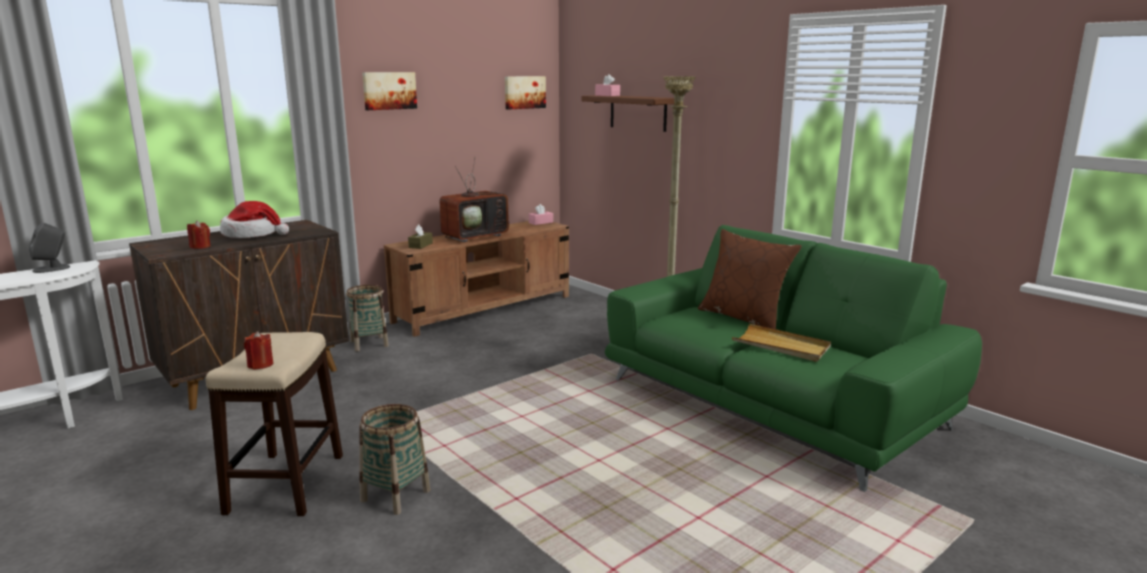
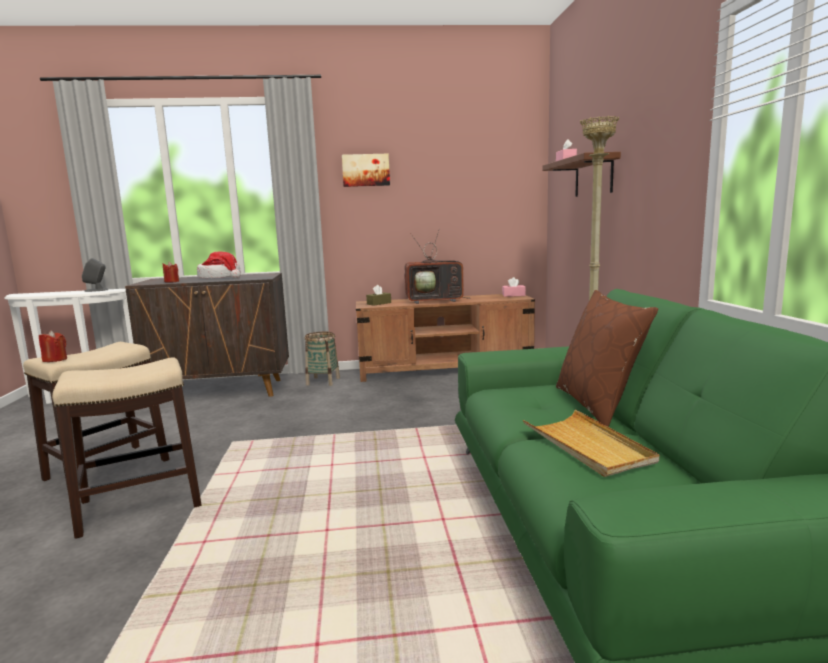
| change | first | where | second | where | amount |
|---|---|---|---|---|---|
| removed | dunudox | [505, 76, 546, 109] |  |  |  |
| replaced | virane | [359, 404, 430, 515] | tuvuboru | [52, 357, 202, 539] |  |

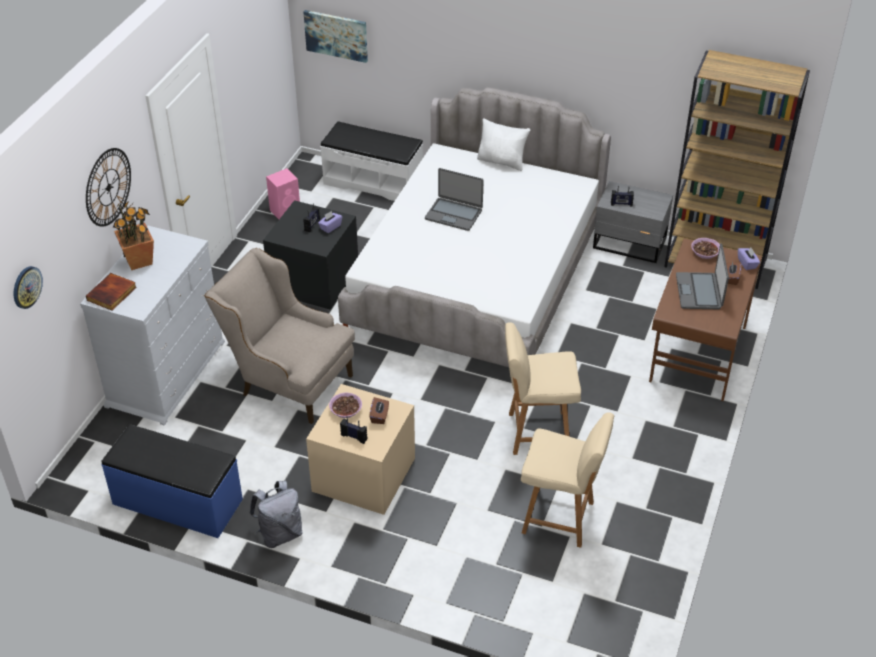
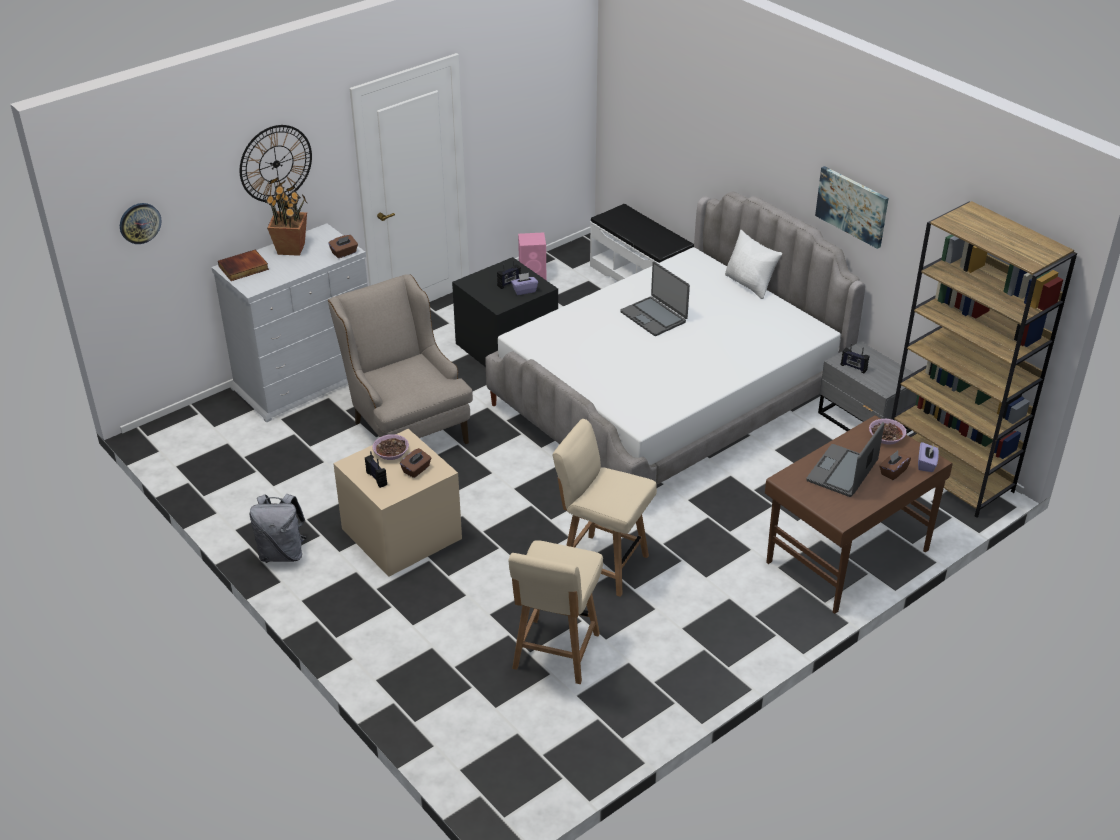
| change | first | where | second | where | amount |
|---|---|---|---|---|---|
| removed | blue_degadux | [101, 424, 243, 538] |  |  |  |
| added |  |  | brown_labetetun | [328, 235, 358, 258] |  |
| moved | dunudox | [303, 10, 368, 63] |  | [815, 166, 889, 249] |  |
| turned | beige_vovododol | [521, 412, 614, 548] |  | [508, 540, 603, 684] | 60 degrees clockwise |

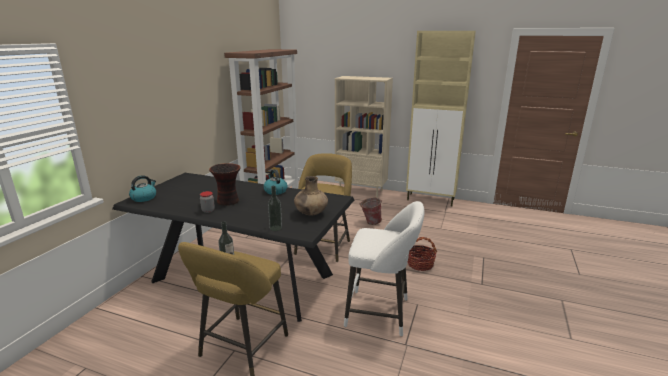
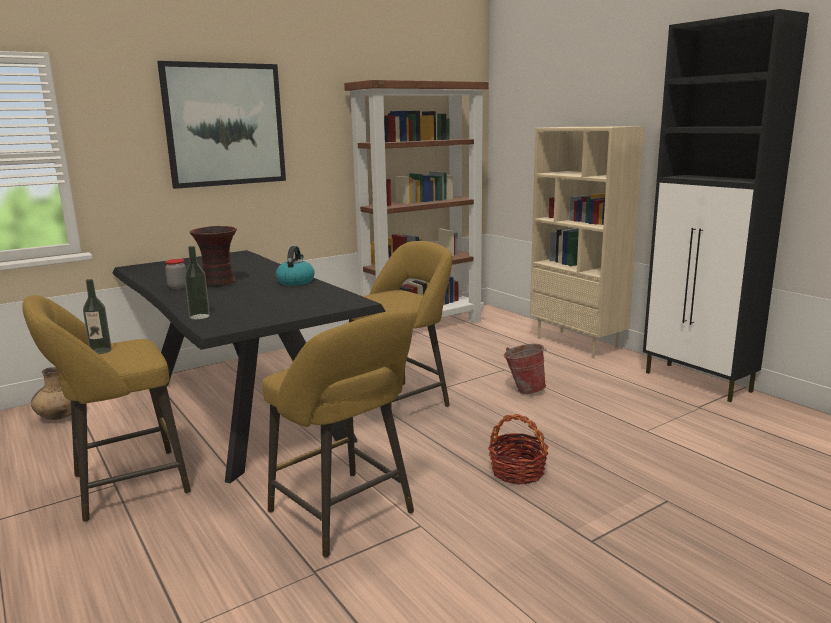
| change | first | where | second | where | amount |
|---|---|---|---|---|---|
| removed | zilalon | [129, 175, 156, 202] |  |  |  |
| added |  |  | dunudox | [157, 61, 286, 189] |  |
| moved | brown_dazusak | [294, 176, 328, 215] |  | [31, 367, 71, 420] |  |
| recoloured | white_tuvuboru | [344, 201, 424, 336] | yellow_tuvuboru | [262, 311, 414, 558] |  |
| recoloured | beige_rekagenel | [406, 31, 476, 206] | black_rekagenel | [643, 9, 809, 402] |  |

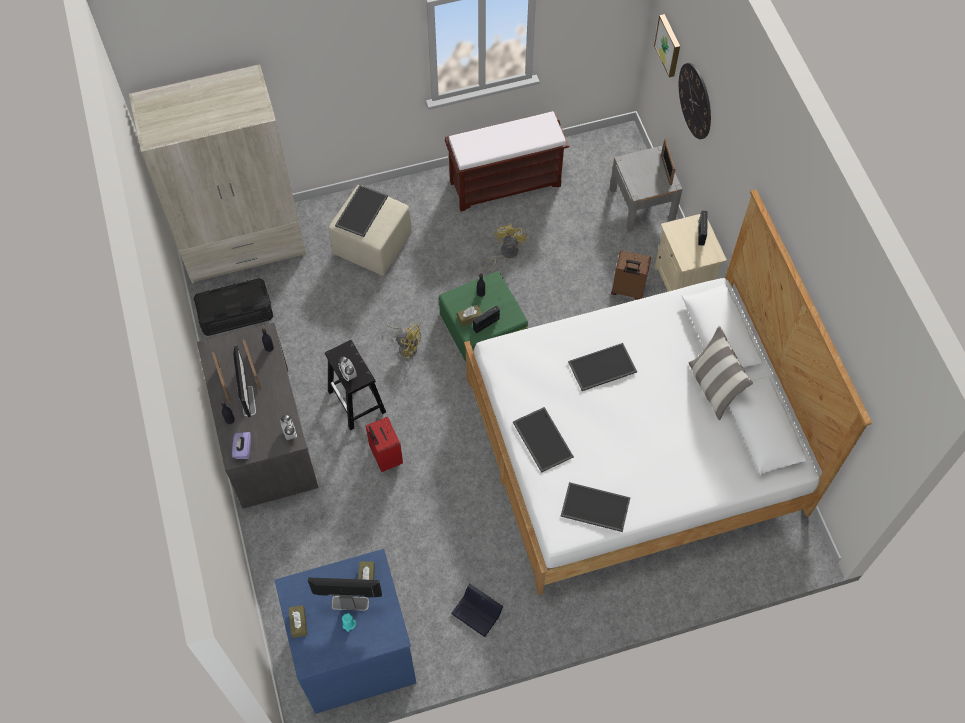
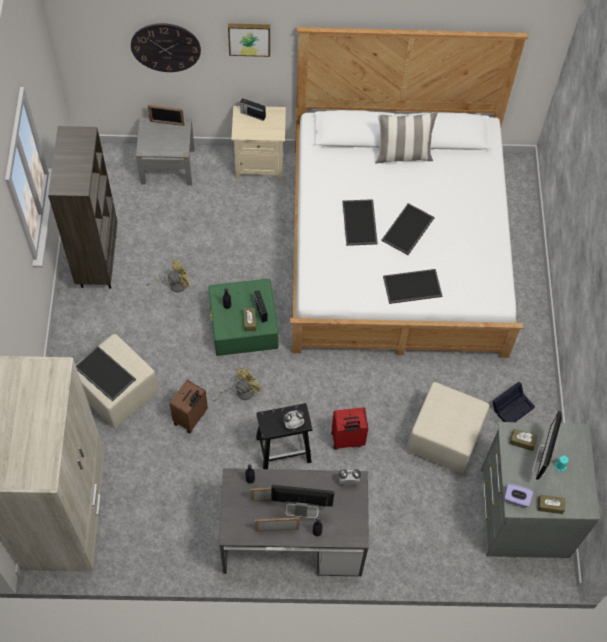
| change | first | where | second | where | amount |
|---|---|---|---|---|---|
| removed | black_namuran | [194, 278, 273, 336] |  |  |  |
| added |  |  | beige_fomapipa | [406, 382, 490, 473] |  |
| moved | purple_labetetun | [232, 432, 251, 459] |  | [504, 484, 533, 507] |  |
| moved | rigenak | [561, 482, 631, 532] |  | [381, 203, 435, 255] |  |
| moved | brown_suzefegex | [611, 251, 651, 300] |  | [170, 380, 208, 433] |  |
| moved | dunudox | [654, 14, 680, 77] |  | [228, 24, 270, 57] |  |
| replaced | brown_degadux | [445, 111, 569, 212] | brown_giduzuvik | [48, 126, 117, 289] |  |
| recoloured | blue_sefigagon | [275, 549, 416, 713] | grey_sefigagon | [481, 422, 600, 558] |  |
| turned | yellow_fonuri | [488, 224, 527, 272] |  | [146, 259, 192, 292] | 120 degrees clockwise |

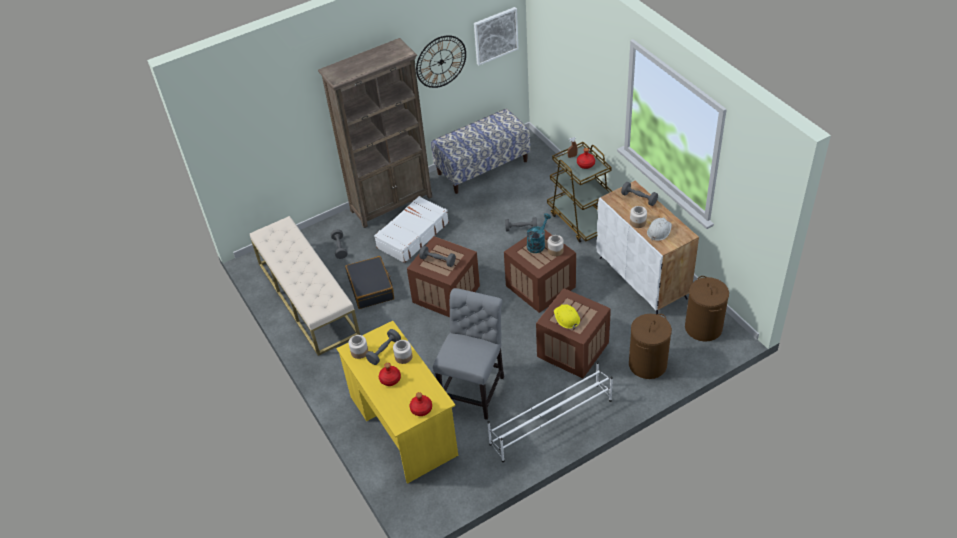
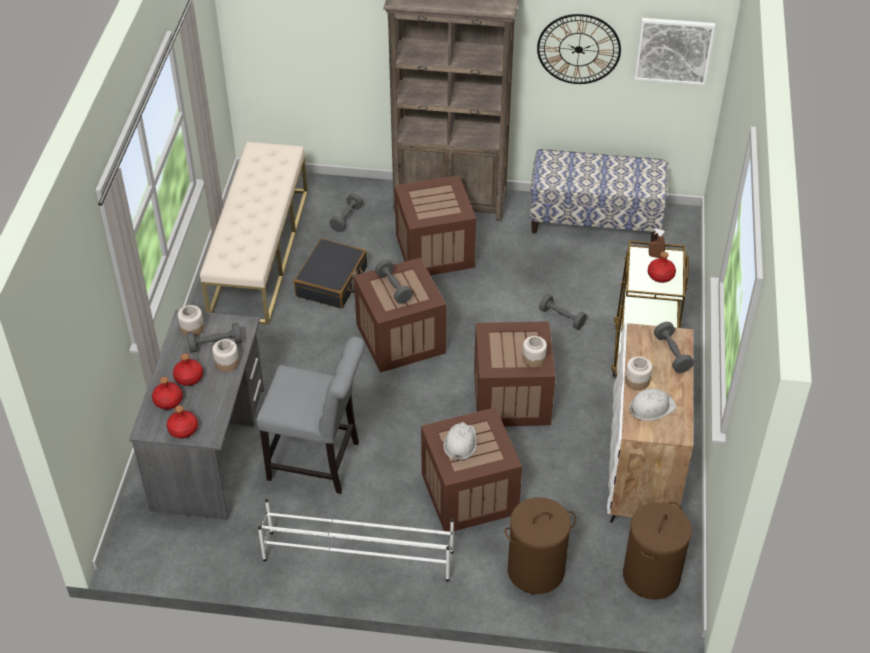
| change | first | where | second | where | amount |
|---|---|---|---|---|---|
| removed | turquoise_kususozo | [527, 213, 551, 253] |  |  |  |
| added |  |  | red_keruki | [152, 377, 183, 410] |  |
| replaced | white_suzefegex | [374, 196, 449, 263] | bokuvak | [395, 176, 476, 275] |  |
| recoloured | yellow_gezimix | [336, 321, 458, 484] | grey_gezimix | [129, 310, 264, 520] |  |
| recoloured | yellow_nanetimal | [554, 304, 580, 329] | white_nanetimal | [444, 422, 477, 461] |  |
| turned | grey_vovododol | [433, 288, 504, 420] |  | [256, 337, 365, 494] | 45 degrees clockwise |

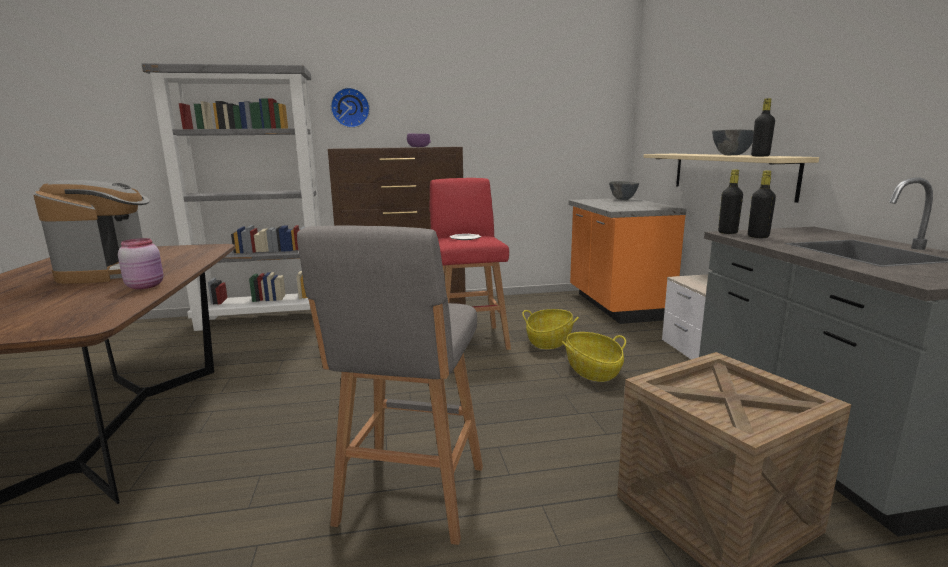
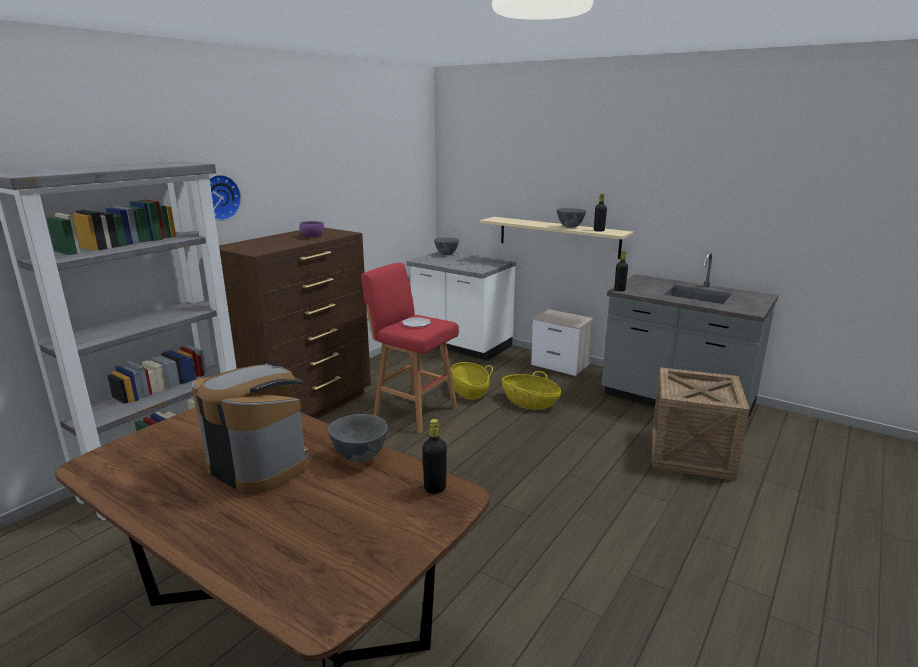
| change | first | where | second | where | amount |
|---|---|---|---|---|---|
| removed | grey_tuvuboru | [297, 226, 483, 545] |  |  |  |
| moved | black_keruki | [748, 171, 776, 238] |  | [422, 419, 447, 494] |  |
| replaced | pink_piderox | [118, 238, 164, 289] | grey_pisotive | [328, 414, 388, 462] |  |
| recoloured | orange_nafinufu | [569, 198, 687, 324] | white_nafinufu | [407, 252, 516, 361] |  |

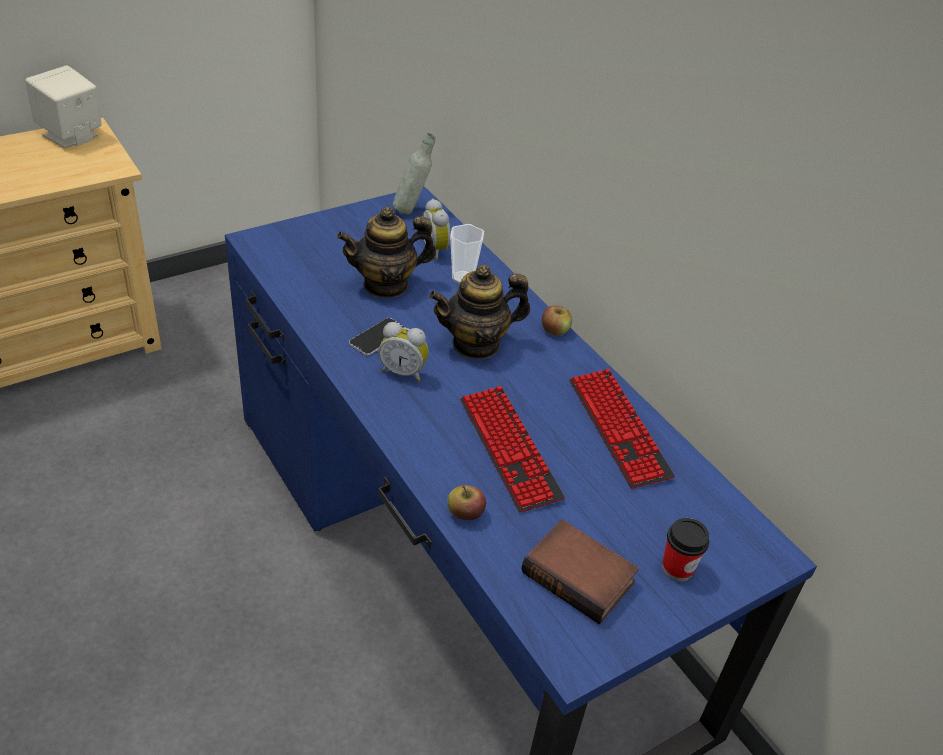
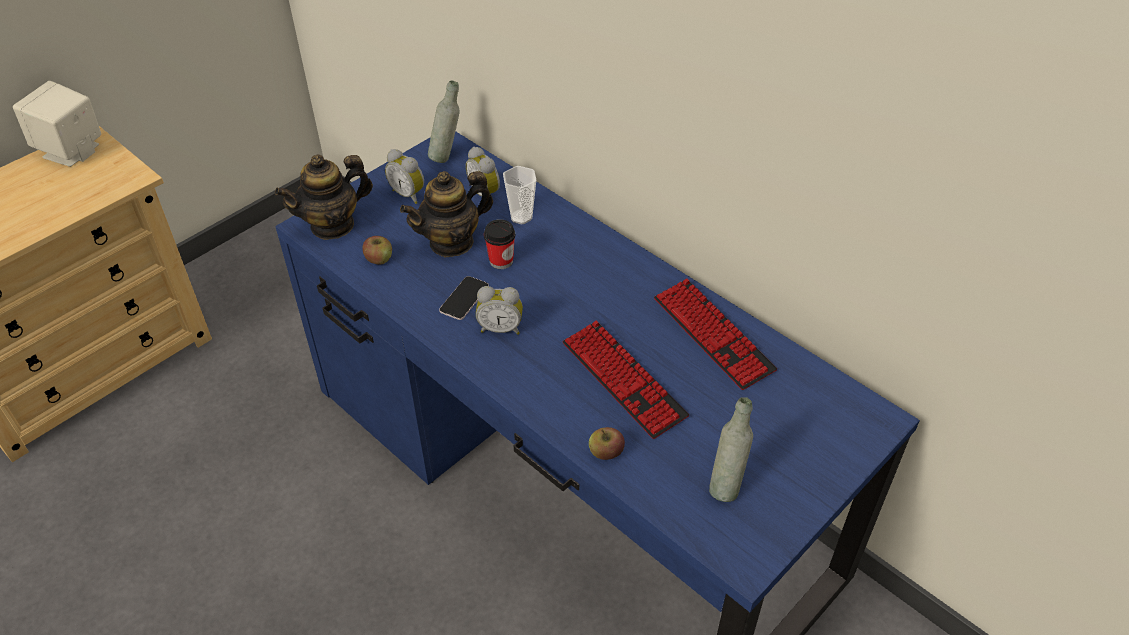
| change | first | where | second | where | amount |
|---|---|---|---|---|---|
| added |  |  | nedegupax | [385, 149, 424, 204] |  |
| moved | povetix | [429, 265, 530, 360] |  | [275, 155, 373, 240] |  |
| moved | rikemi | [542, 306, 572, 336] |  | [362, 236, 392, 265] |  |
| moved | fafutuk | [662, 518, 710, 582] |  | [484, 219, 515, 269] |  |
| replaced | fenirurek | [522, 520, 639, 624] | grey_keruki | [709, 397, 753, 502] |  |

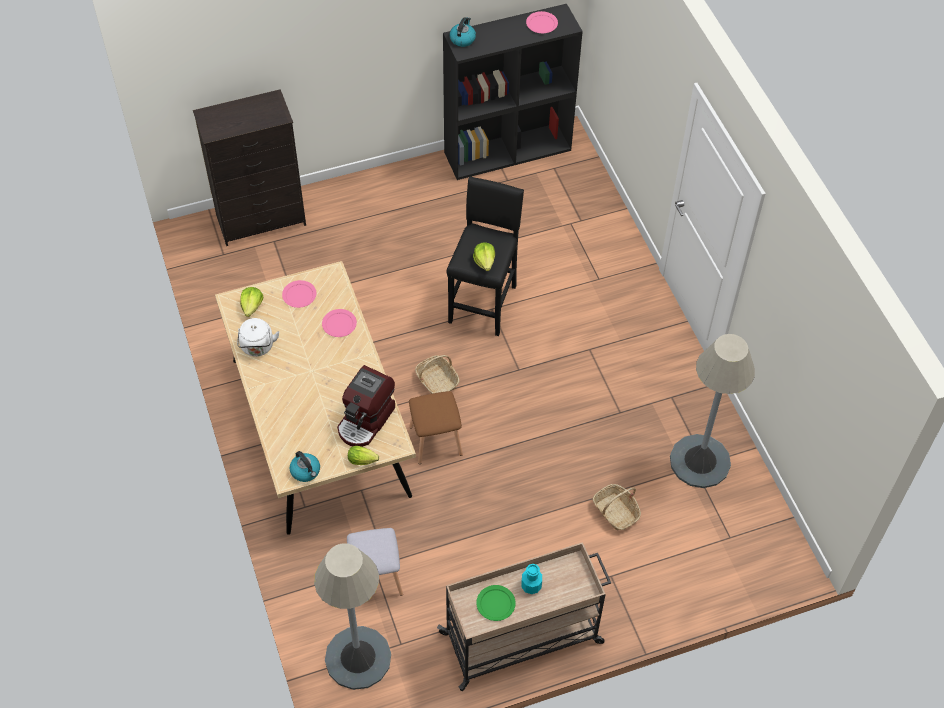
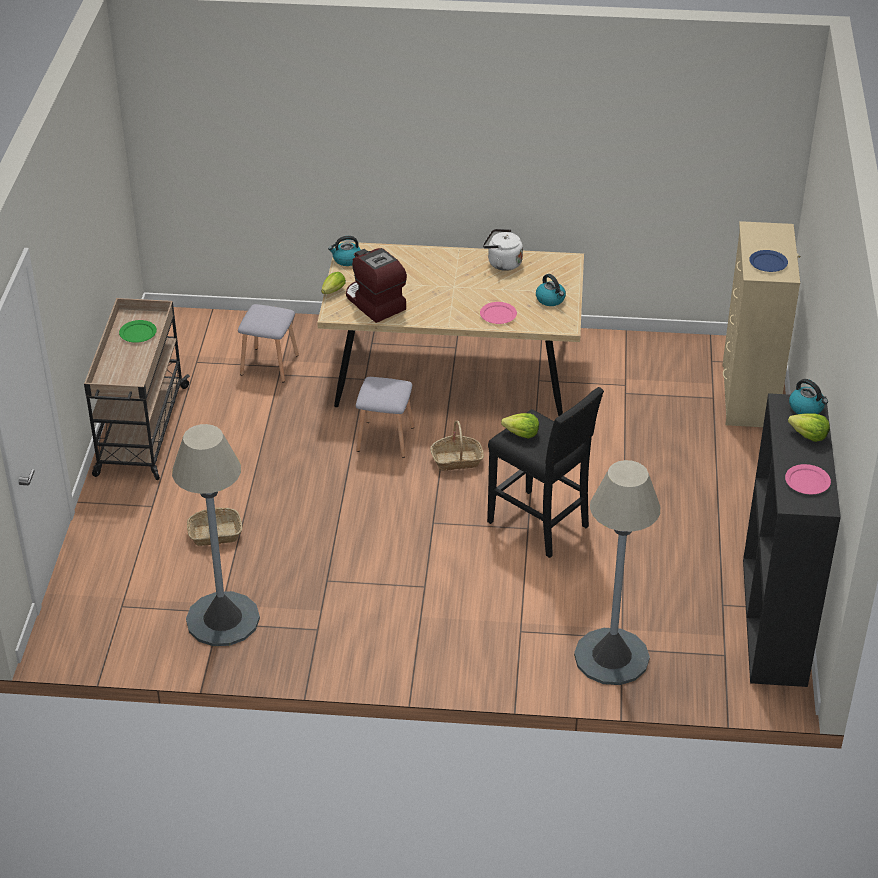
| change | first | where | second | where | amount |
|---|---|---|---|---|---|
| removed | turquoise_keruki | [521, 564, 542, 594] |  |  |  |
| added |  |  | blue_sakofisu | [749, 250, 788, 272] |  |
| moved | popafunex | [240, 287, 264, 317] |  | [788, 413, 830, 442] |  |
| moved | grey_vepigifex | [314, 543, 391, 690] |  | [574, 460, 660, 685] |  |
| replaced | pink_sakofisu | [282, 280, 316, 308] | zilalon | [536, 274, 566, 306] |  |
| recoloured | black_sefigagon | [193, 89, 306, 246] | beige_sefigagon | [722, 221, 801, 427] |  |
| recoloured | brown_tuvuboru | [409, 391, 463, 464] | grey_tuvuboru | [356, 377, 414, 458] |  |

